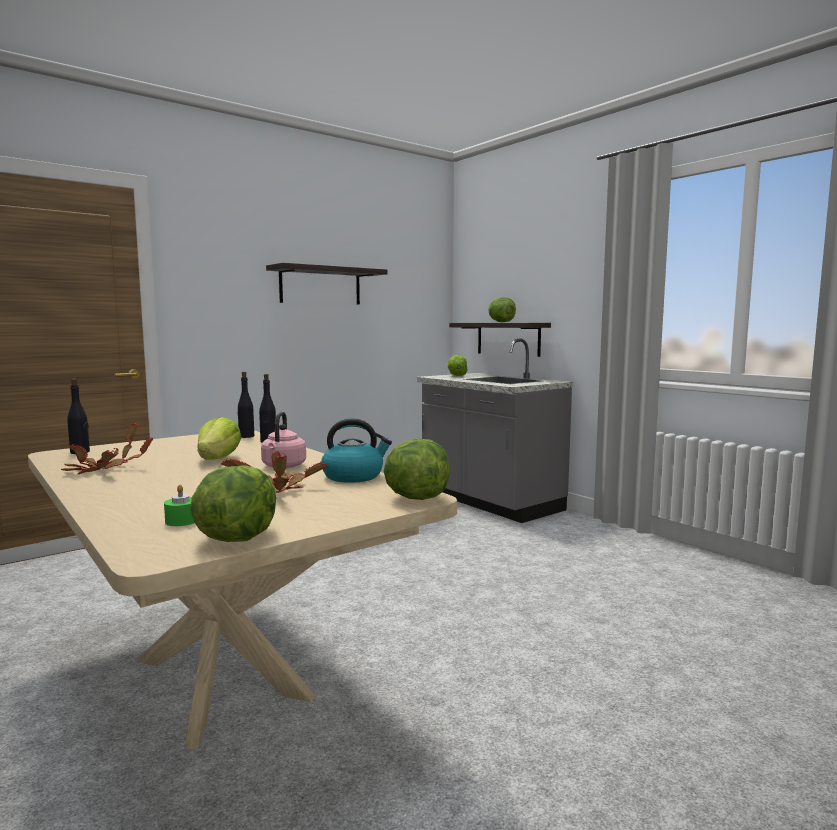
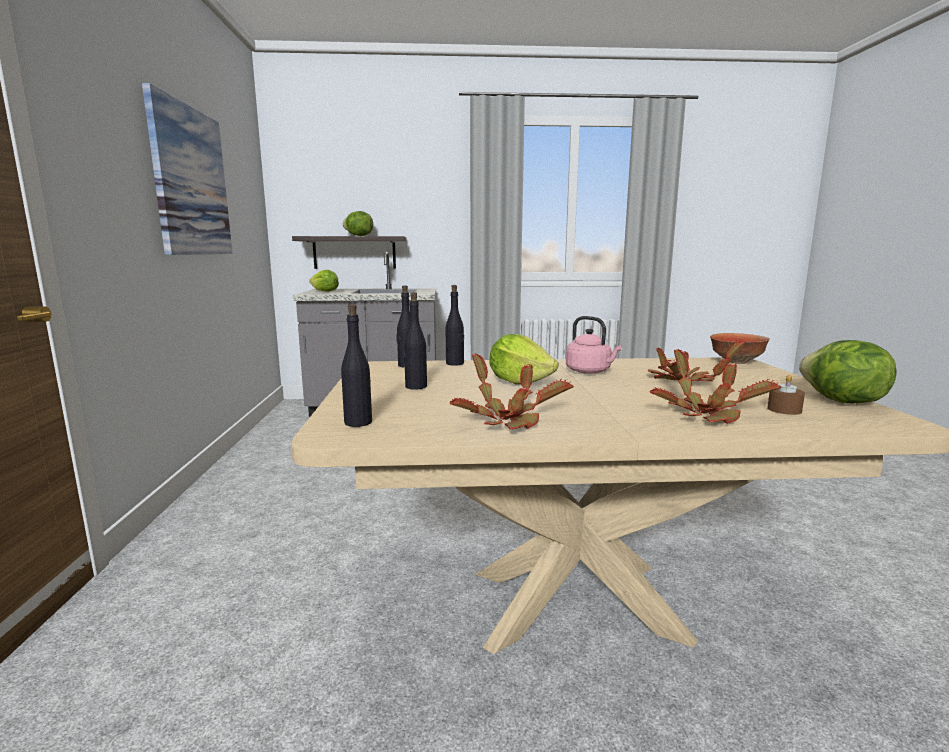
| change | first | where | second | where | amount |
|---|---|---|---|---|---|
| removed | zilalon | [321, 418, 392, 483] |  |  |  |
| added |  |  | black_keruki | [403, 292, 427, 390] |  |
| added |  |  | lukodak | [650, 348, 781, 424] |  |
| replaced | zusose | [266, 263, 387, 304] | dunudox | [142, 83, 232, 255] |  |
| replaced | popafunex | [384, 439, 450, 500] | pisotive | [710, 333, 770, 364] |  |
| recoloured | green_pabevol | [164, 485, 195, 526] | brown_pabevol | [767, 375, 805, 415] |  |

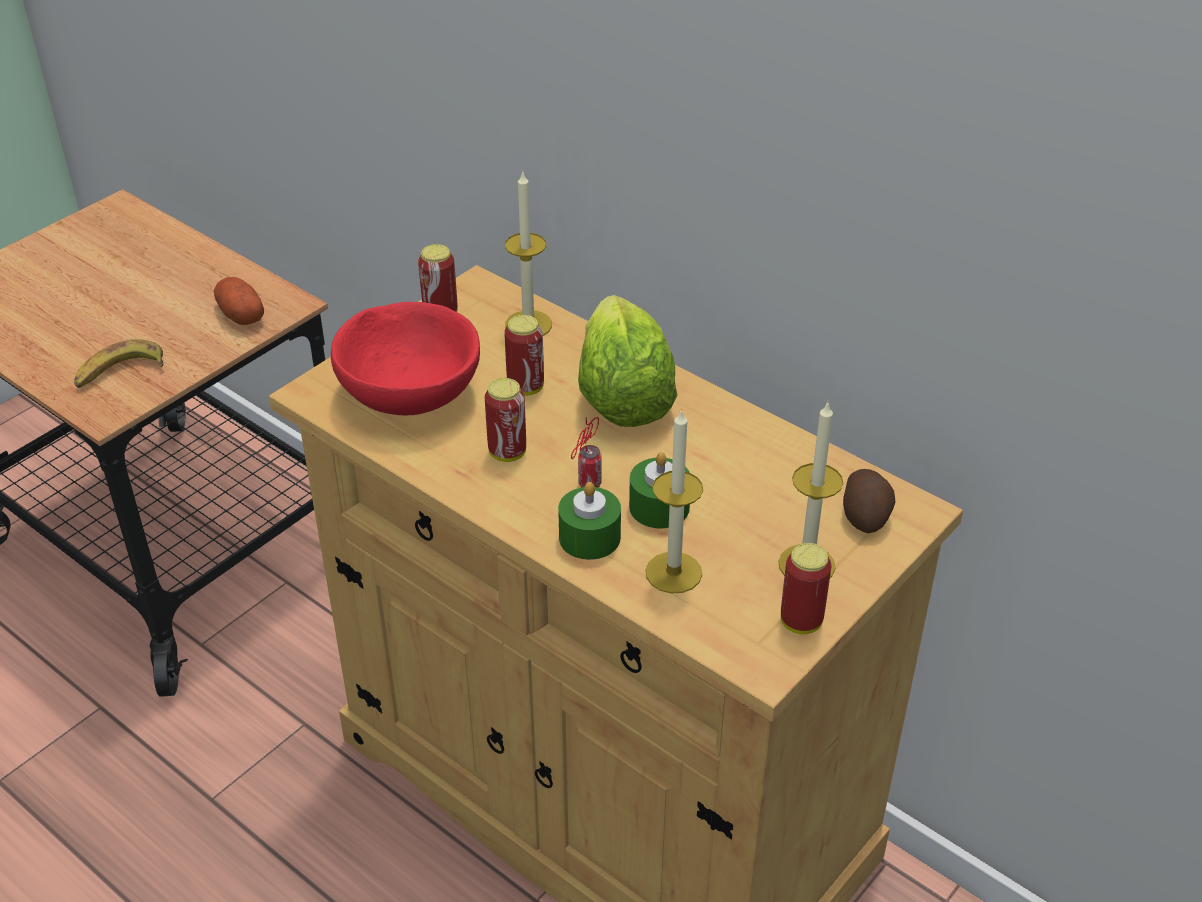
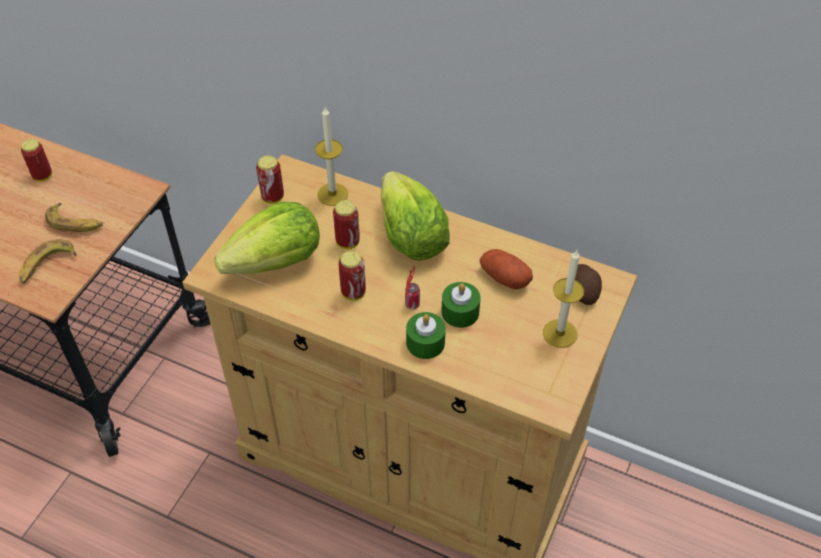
| change | first | where | second | where | amount |
|---|---|---|---|---|---|
| removed | pabevol | [646, 408, 703, 593] |  |  |  |
| added |  |  | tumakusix | [45, 203, 103, 232] |  |
| moved | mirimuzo | [214, 277, 264, 325] |  | [480, 249, 533, 290] |  |
| moved | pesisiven | [781, 543, 831, 634] |  | [21, 139, 52, 182] |  |
| replaced | red_pisotive | [331, 302, 480, 415] | popafunex | [214, 202, 320, 274] |  |

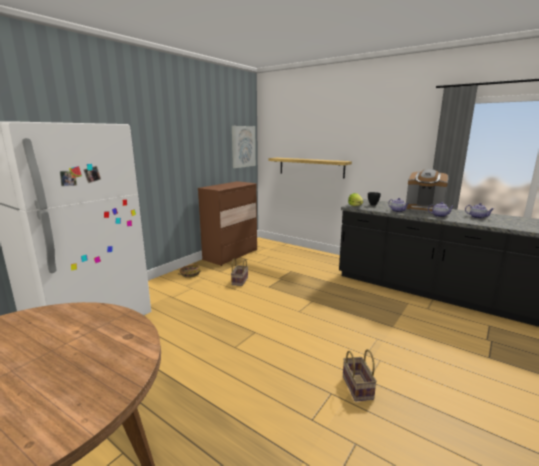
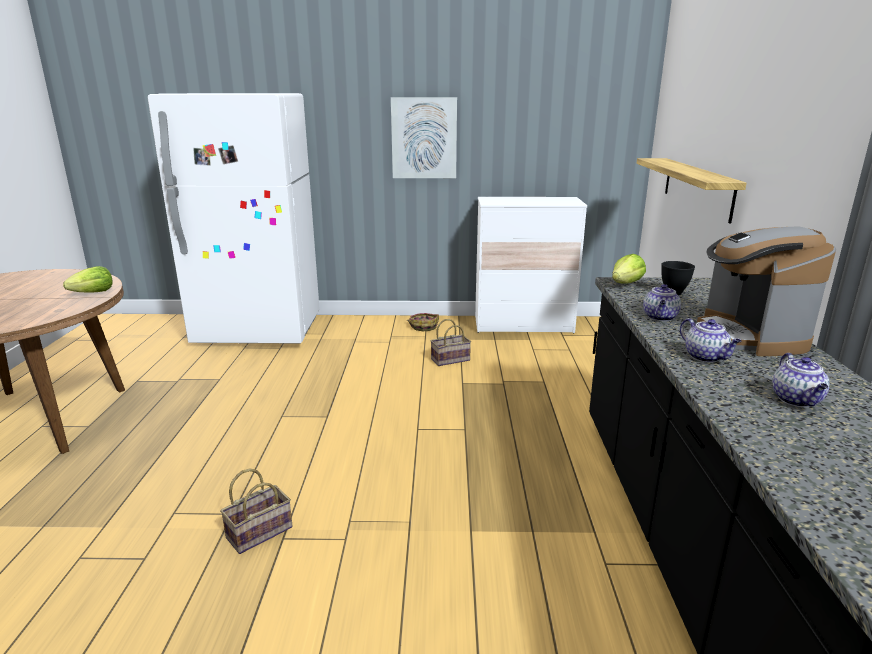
| change | first | where | second | where | amount |
|---|---|---|---|---|---|
| added |  |  | popafunex | [63, 266, 112, 293] |  |
| moved | dunudox | [232, 126, 256, 168] |  | [391, 97, 457, 178] |  |
| recoloured | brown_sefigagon | [198, 181, 257, 266] | white_sefigagon | [475, 197, 587, 333] |  |

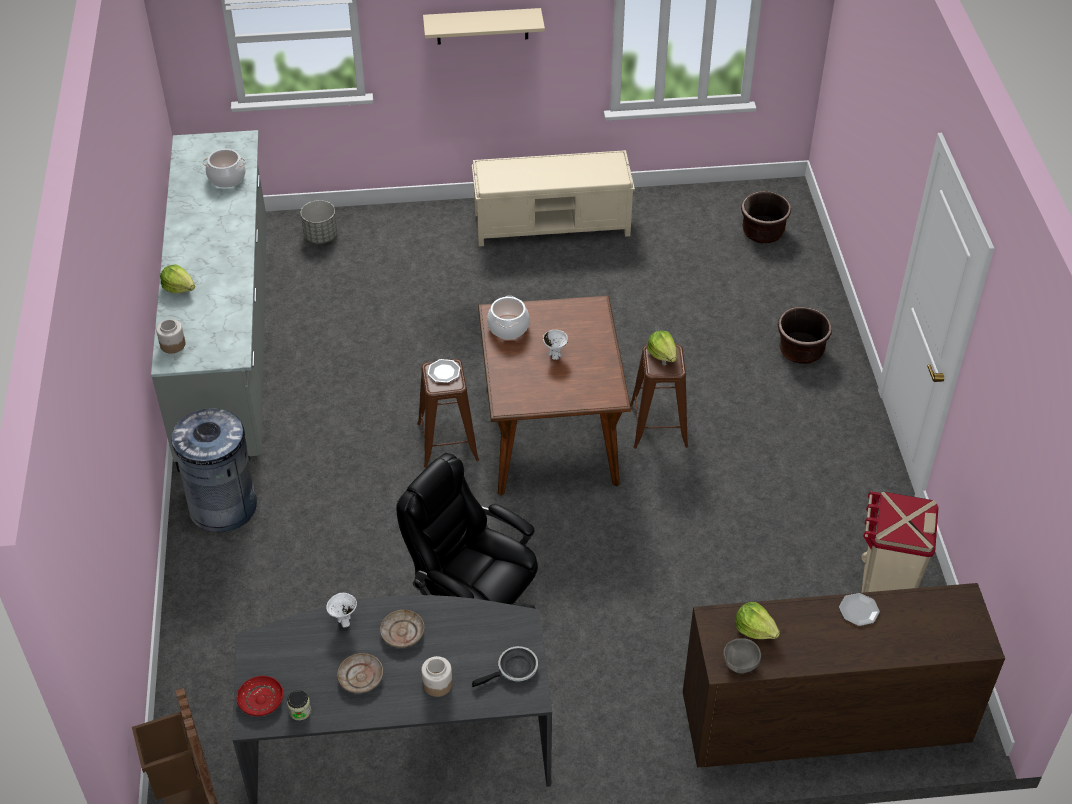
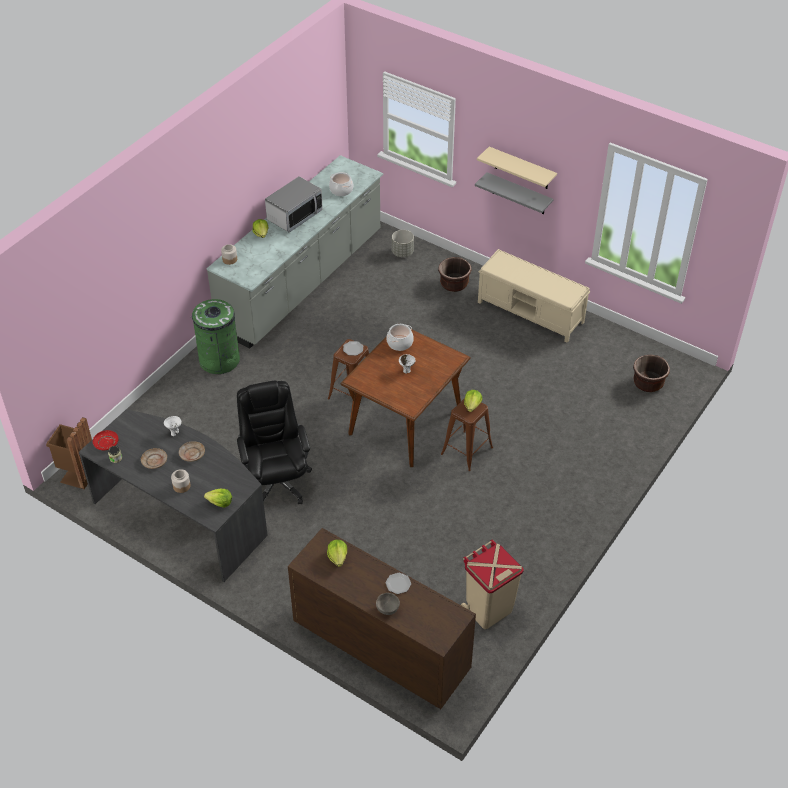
| change | first | where | second | where | amount |
|---|---|---|---|---|---|
| added |  |  | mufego | [265, 176, 323, 233] |  |
| added |  |  | grey_zusose | [475, 172, 553, 214] |  |
| moved | grey_pisotive | [723, 638, 761, 673] |  | [376, 593, 400, 615] |  |
| moved | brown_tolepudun | [778, 307, 831, 364] |  | [438, 257, 472, 292] |  |
| replaced | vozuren | [472, 646, 538, 687] | popafunex | [204, 489, 232, 508] |  |
| recoloured | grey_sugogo | [171, 408, 257, 532] | green_sugogo | [190, 299, 240, 374] |  |

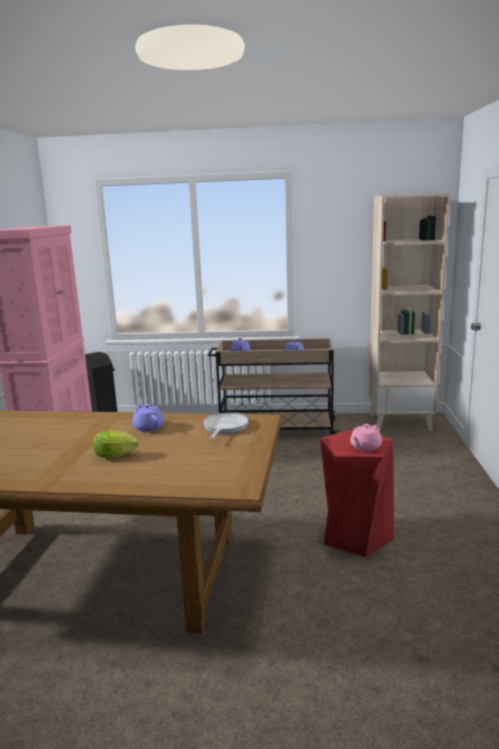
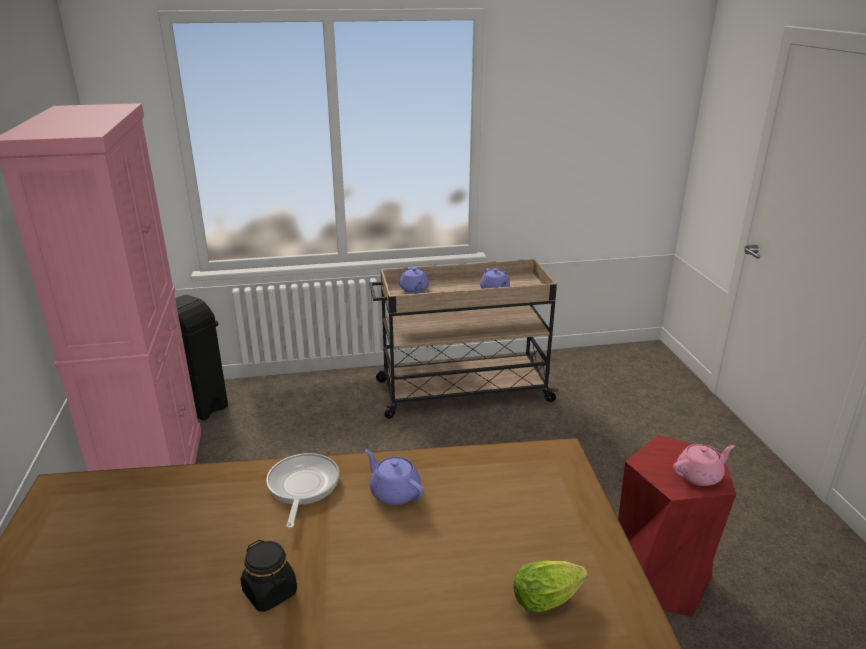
| change | first | where | second | where | amount |
|---|---|---|---|---|---|
| removed | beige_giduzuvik | [369, 193, 450, 431] |  |  |  |
| added |  |  | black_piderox | [241, 540, 297, 612] |  |
| moved | popafunex | [93, 430, 139, 458] |  | [513, 561, 588, 613] |  |
| moved | vozuren | [203, 412, 249, 439] |  | [266, 453, 339, 529] |  |
| turned | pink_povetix | [350, 424, 382, 451] |  | [673, 444, 735, 486] | 135 degrees counterclockwise |

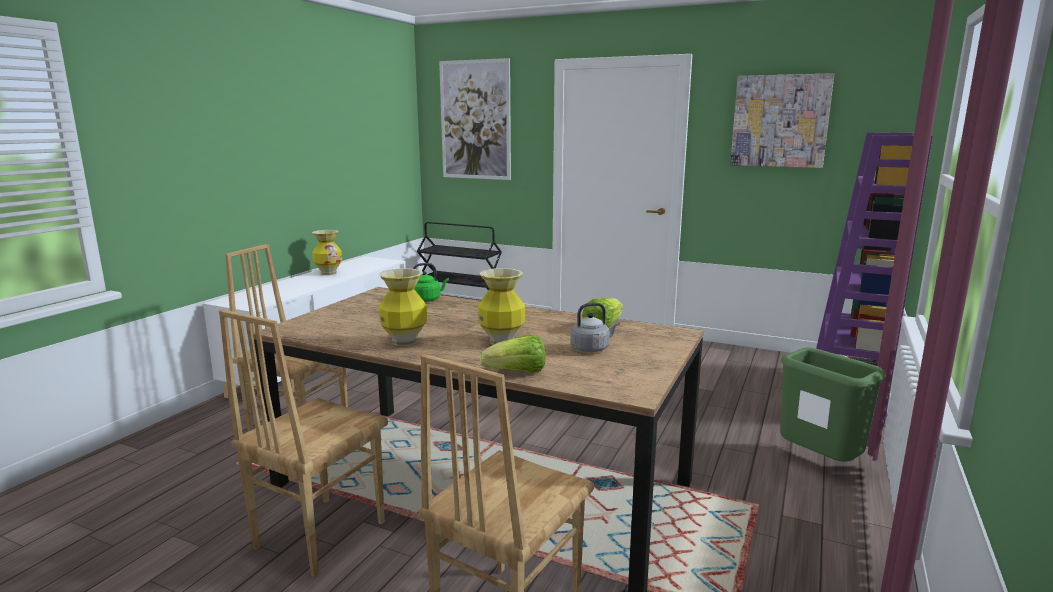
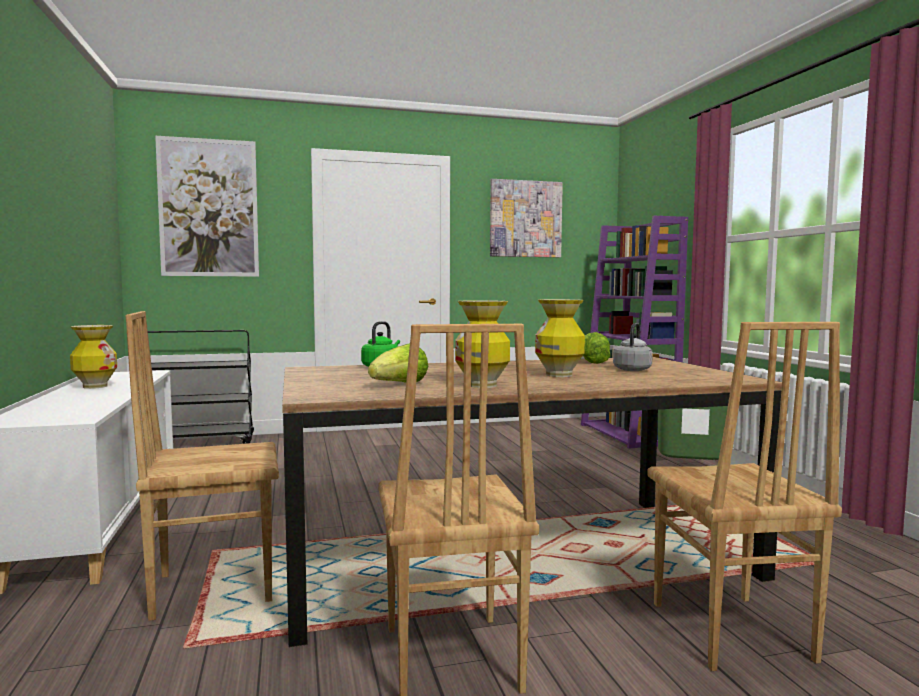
| change | first | where | second | where | amount |
|---|---|---|---|---|---|
| moved | popafunex | [480, 335, 546, 373] |  | [368, 343, 428, 383] |  |

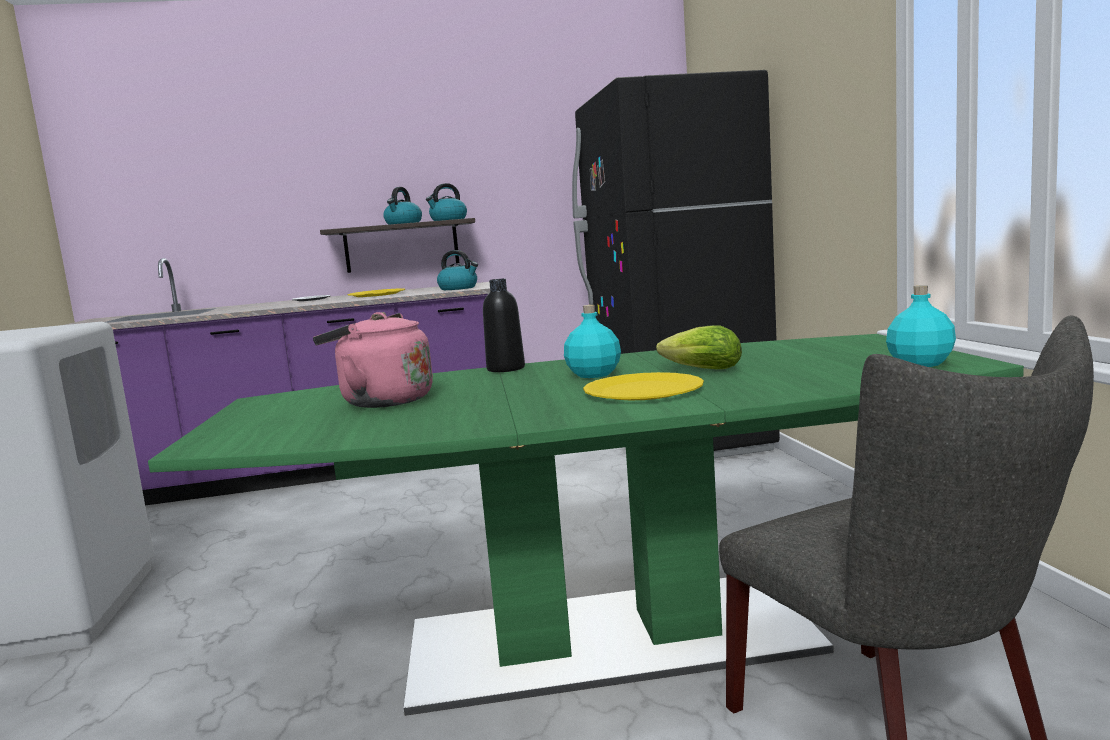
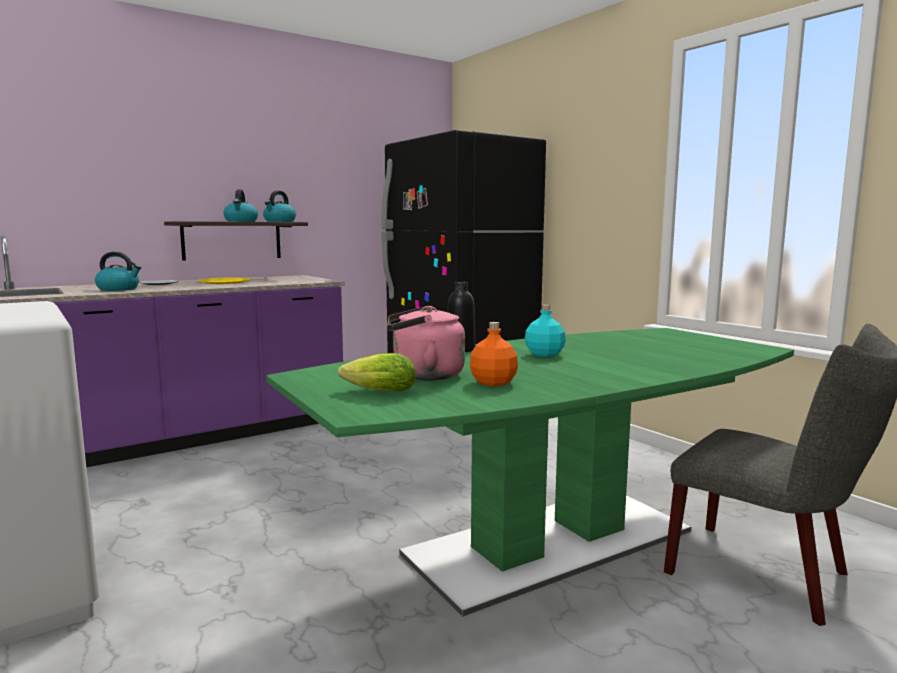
| change | first | where | second | where | amount |
|---|---|---|---|---|---|
| removed | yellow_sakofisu | [583, 372, 704, 400] |  |  |  |
| removed | turquoise_keruki | [886, 285, 956, 367] |  |  |  |
| added |  |  | orange_keruki | [470, 322, 518, 386] |  |
| moved | zilalon | [437, 250, 478, 290] |  | [95, 252, 141, 291] |  |
| moved | popafunex | [656, 325, 742, 369] |  | [338, 353, 416, 391] |  |

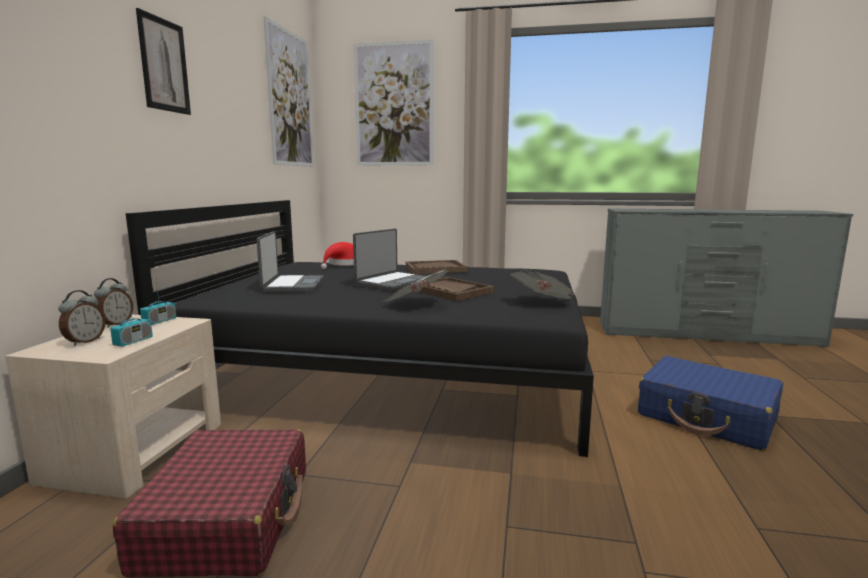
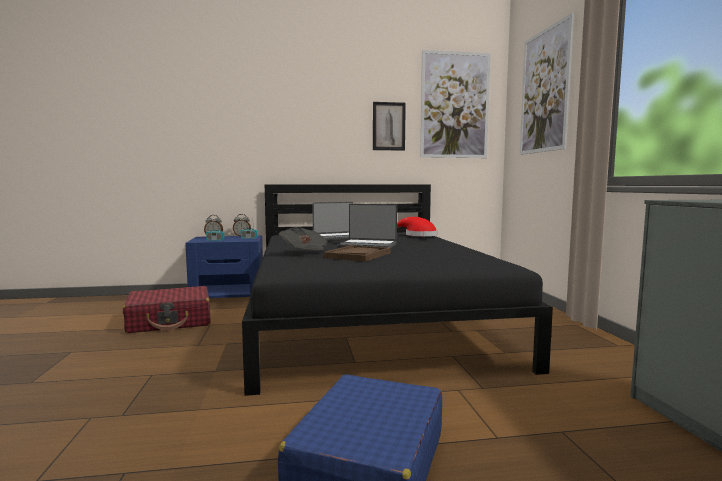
| change | first | where | second | where | amount |
|---|---|---|---|---|---|
| removed | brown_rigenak | [406, 260, 467, 274] |  |  |  |
| removed | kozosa | [510, 270, 574, 298] |  |  |  |
| moved | dunudox | [136, 8, 191, 115] |  | [373, 102, 406, 151] |  |
| recoloured | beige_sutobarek | [5, 314, 221, 498] | blue_sutobarek | [185, 236, 263, 298] |  |

